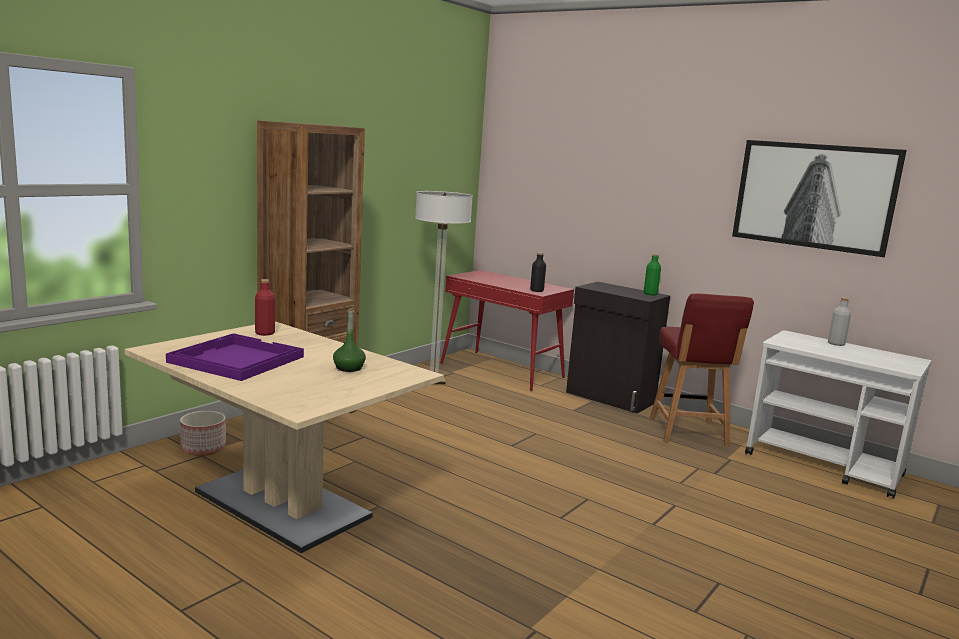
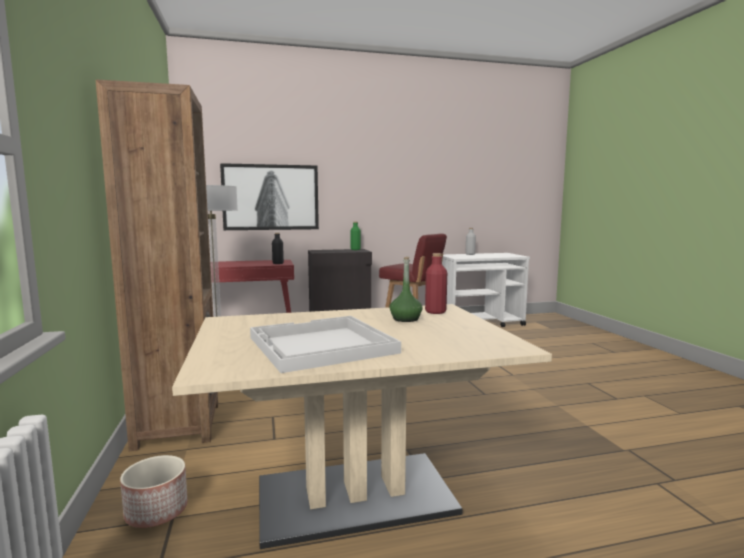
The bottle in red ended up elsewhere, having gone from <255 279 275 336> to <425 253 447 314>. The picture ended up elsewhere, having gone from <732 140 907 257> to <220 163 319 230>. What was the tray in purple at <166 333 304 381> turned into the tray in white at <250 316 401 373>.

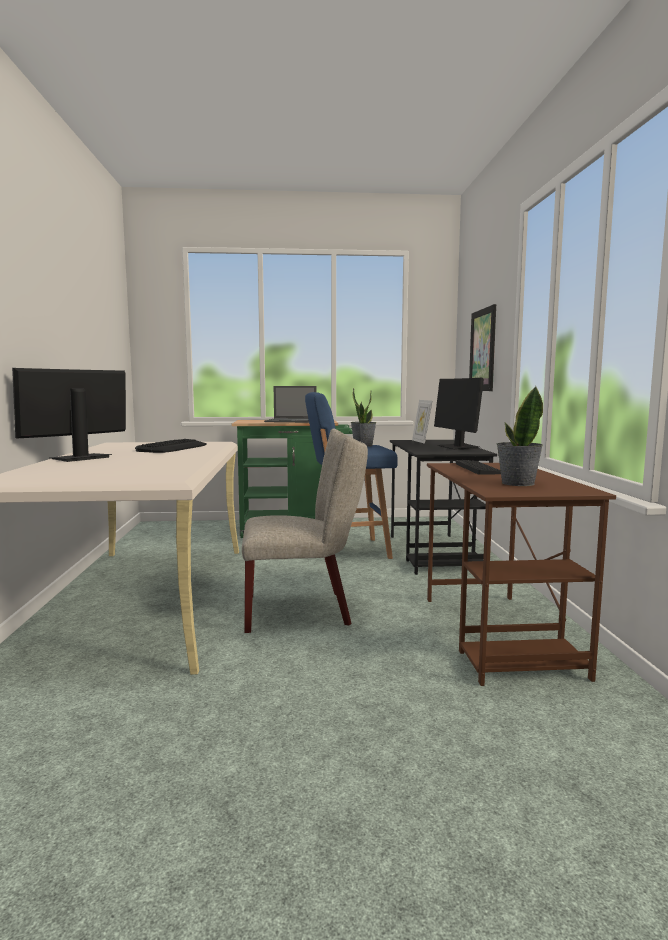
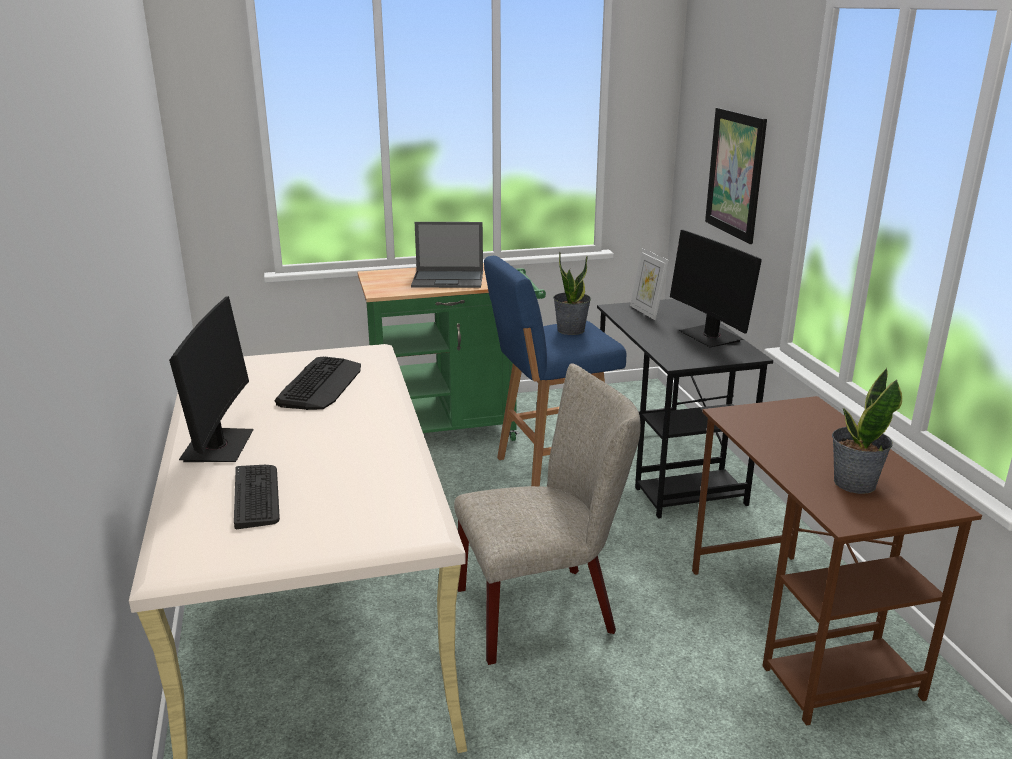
The keyboard ended up elsewhere, having gone from <456 460 501 475> to <234 465 280 529>. The monitor at <12 368 126 462> ended up facing another way, 150 degrees clockwise from before.

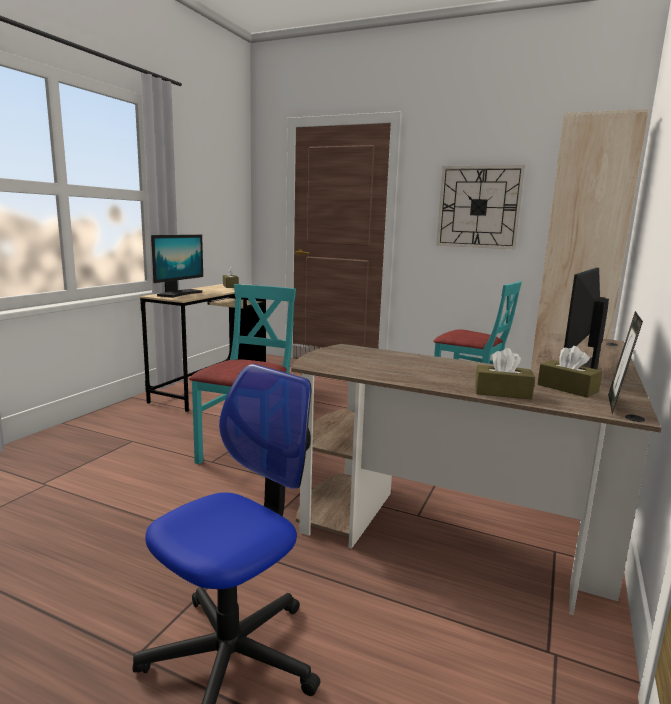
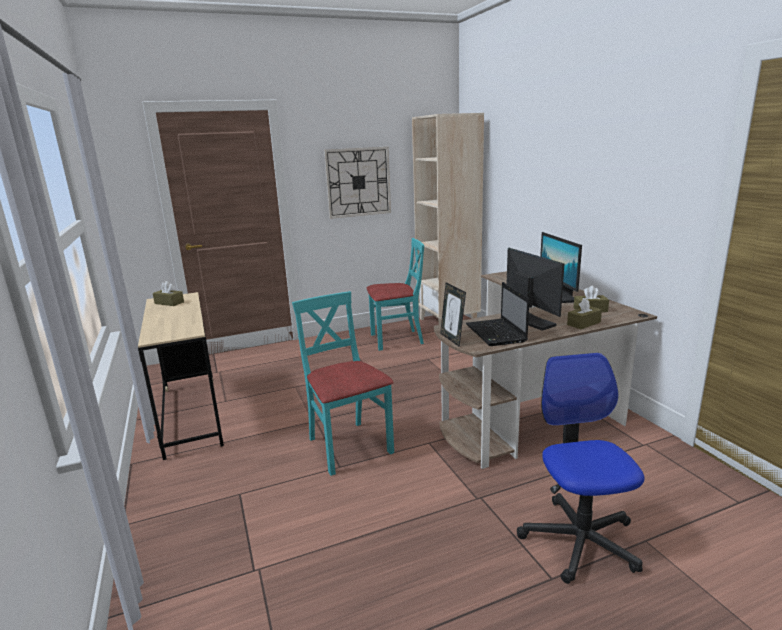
The second view gained the laptop at <466 282 529 346>. The monitor ended up elsewhere, having gone from <151 235 203 298> to <507 248 565 331>. The picture frame ended up elsewhere, having gone from <608 311 643 414> to <440 283 466 347>.

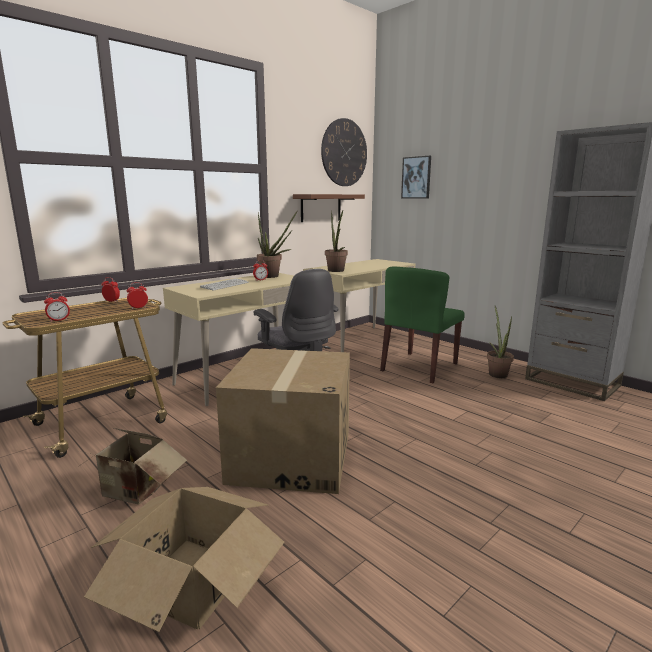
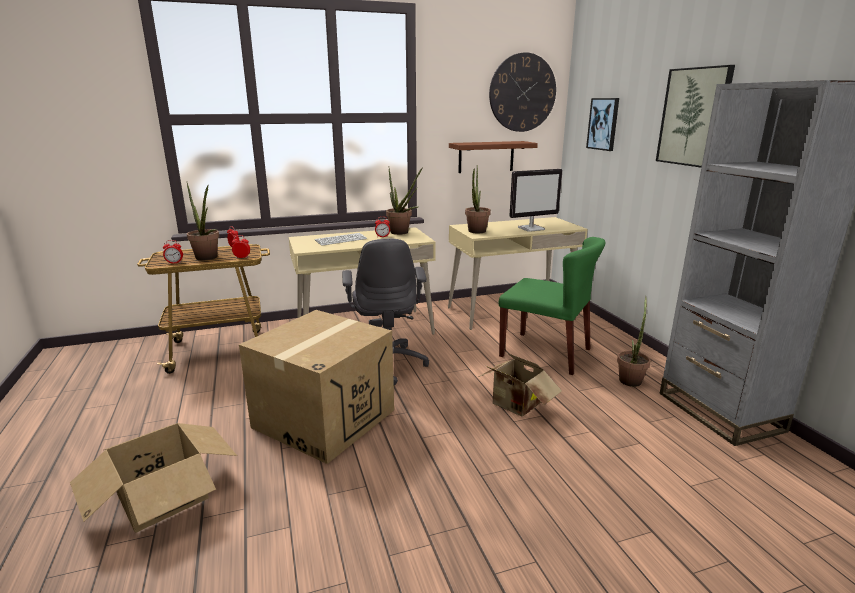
The second view gained the potted plant at <187 183 219 260>. The second view gained the monitor at <509 169 563 232>. The second view gained the picture at <656 65 735 168>. The cardboard box ended up elsewhere, having gone from <78 428 187 505> to <479 353 562 417>. The chair in green at <380 267 465 383> ended up facing another way, 120 degrees counterclockwise from before.

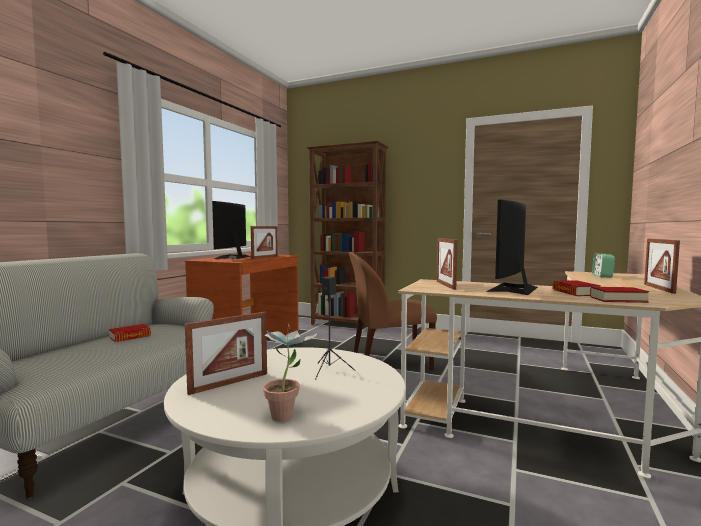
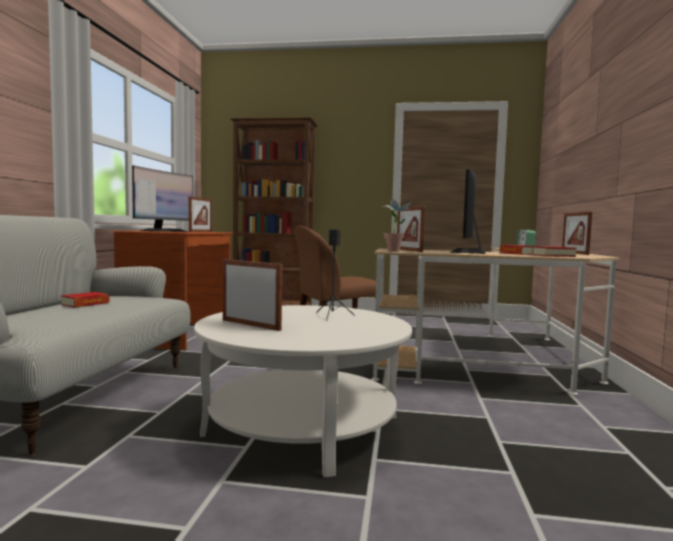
The potted plant ended up elsewhere, having gone from <263 323 317 422> to <382 199 412 252>. The picture frame at <185 312 267 395> ended up facing another way, 90 degrees counterclockwise from before. The monitor at <212 201 251 259> ended up facing another way, 150 degrees counterclockwise from before.

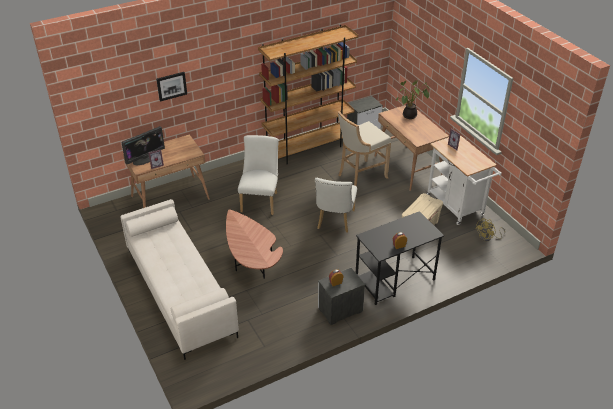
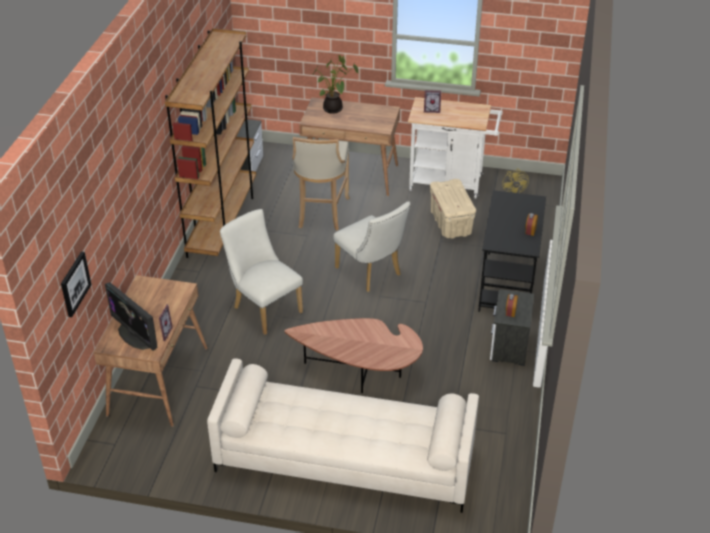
The picture ended up elsewhere, having gone from <156 72 187 102> to <61 251 91 317>. The monitor at <121 126 165 166> ended up facing another way, 135 degrees clockwise from before.

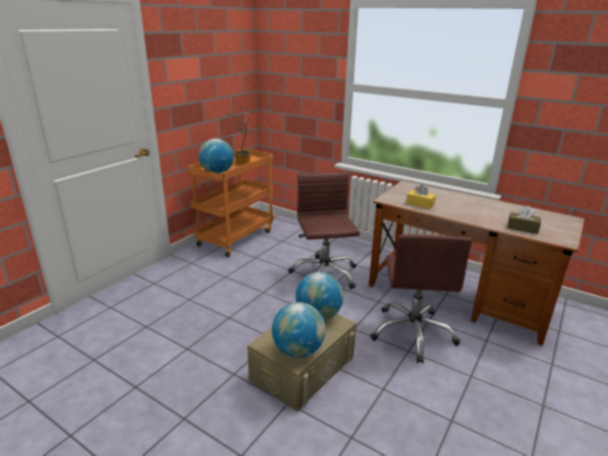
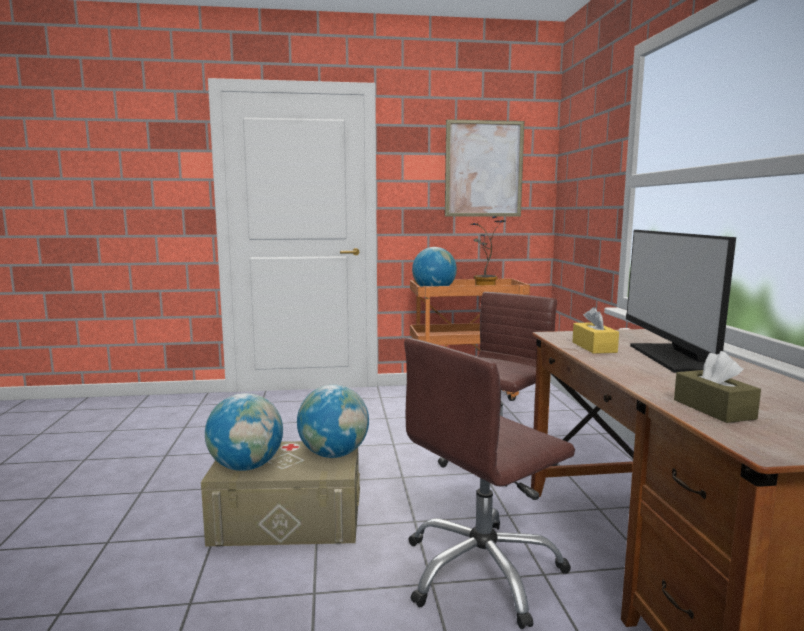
The second view gained the picture at <445 119 524 217>. The second view gained the monitor at <626 230 741 373>.

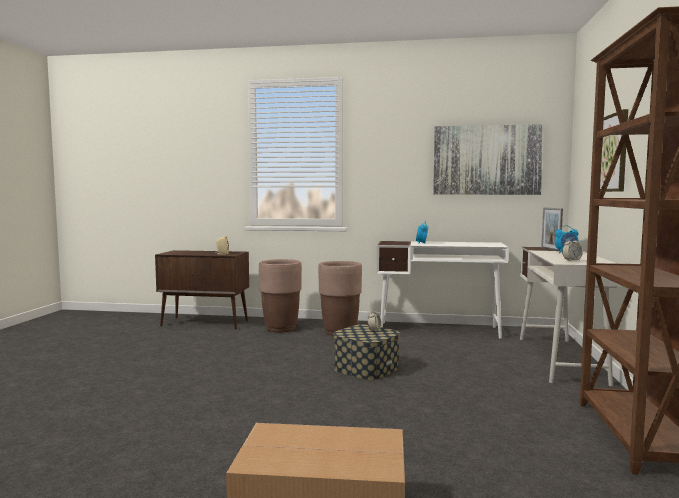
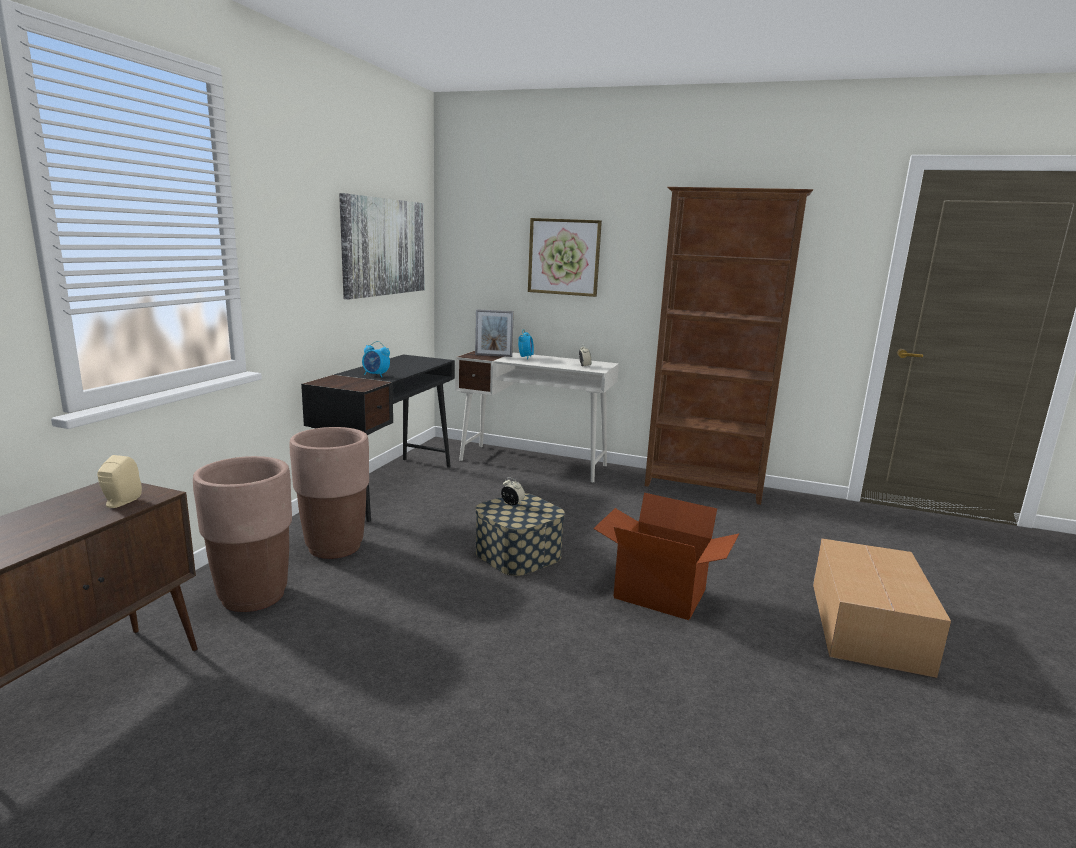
The second view gained the cardboard box at <593 493 739 620>. What was the desk in white at <376 241 509 339> turned into the desk in black at <301 355 455 522>.

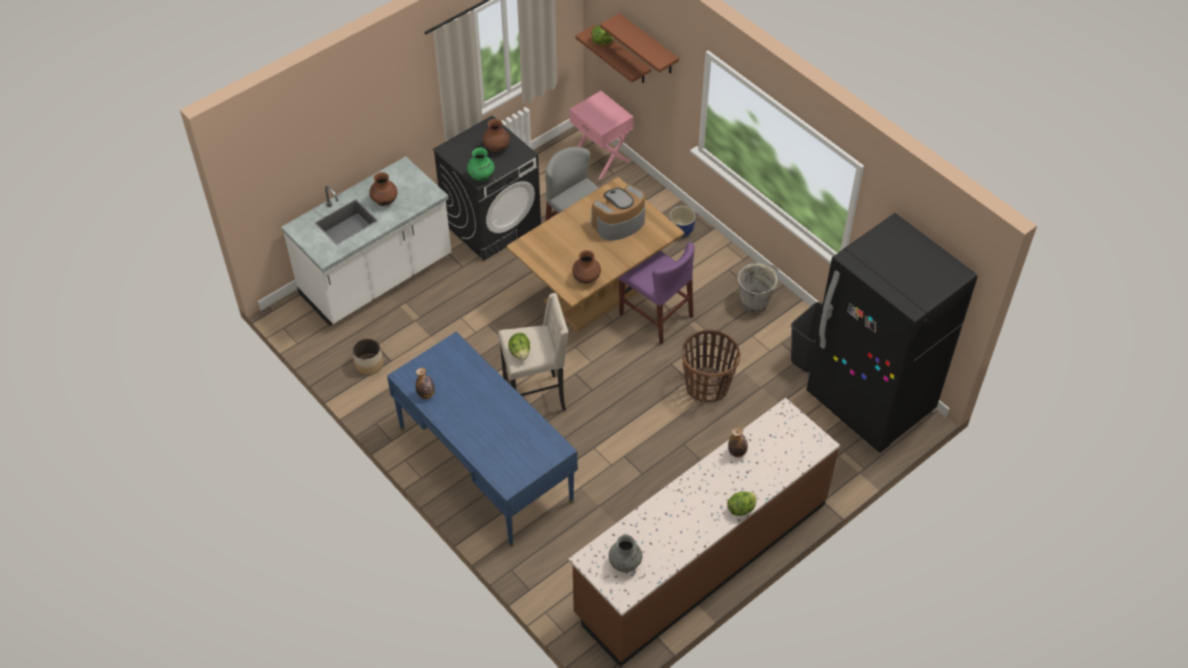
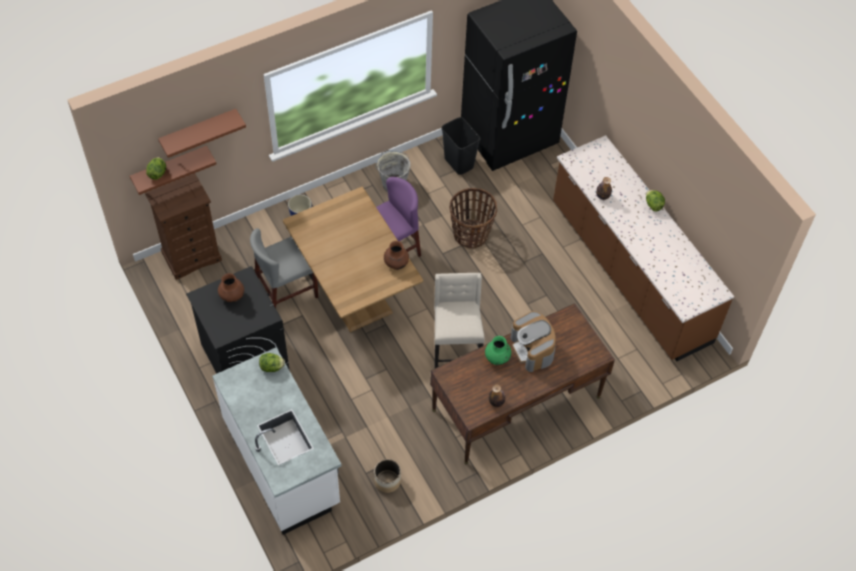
The second view lost the vase in brown at <369 172 397 206>. The second view lost the vase in grey at <609 535 642 572>. The vase in green ended up elsewhere, having gone from <467 148 495 181> to <485 336 511 365>. The lettuce ended up elsewhere, having gone from <508 333 530 360> to <259 353 285 372>. The coffee machine ended up elsewhere, having gone from <591 185 645 241> to <511 311 556 372>. Where the nightstand in pink stood at <569 91 633 180>, the dresser in brown came to stand at <145 173 222 280>. What was the desk in blue at <387 332 578 547> turned into the desk in brown at <430 303 615 464>.

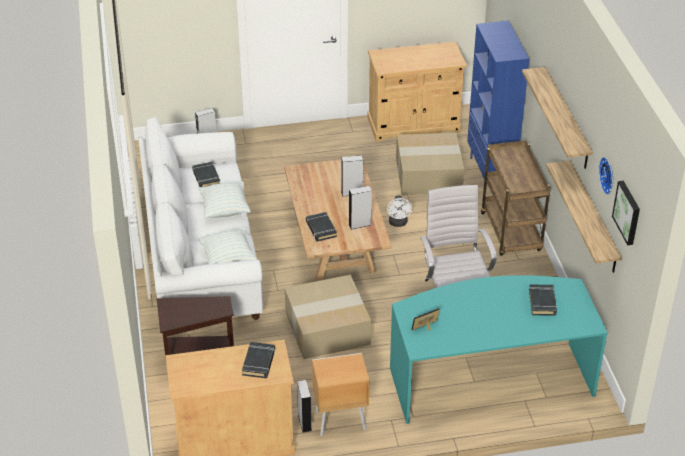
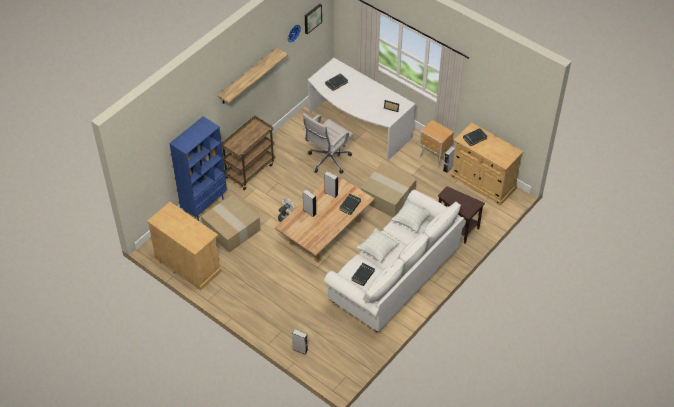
The second view lost the shelf at <546 160 622 273>. What was the desk in turquoise at <390 275 607 424> turned into the desk in white at <308 58 415 160>.

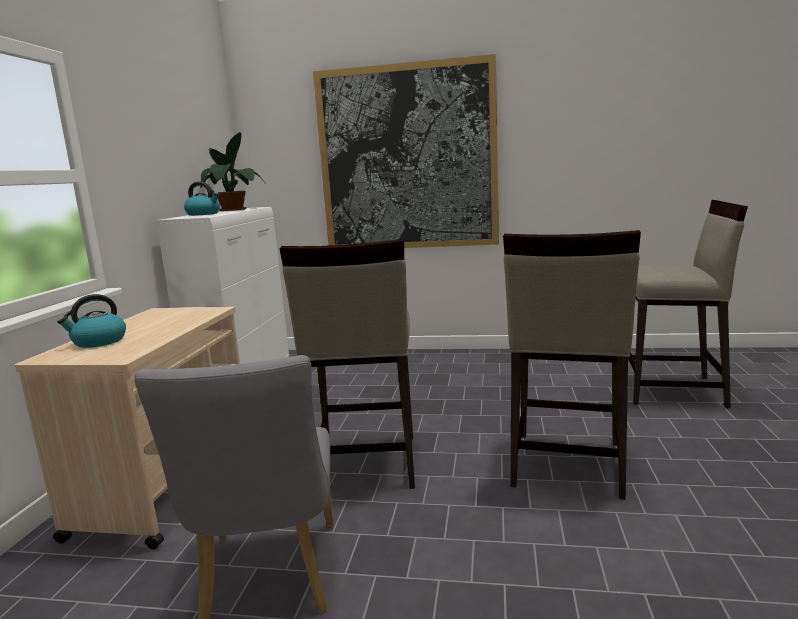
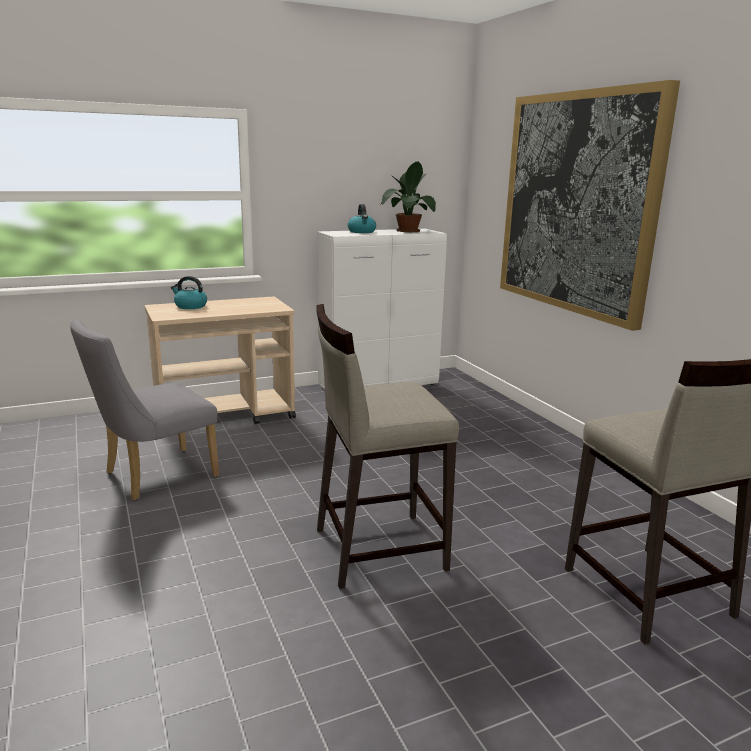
The second view lost the stool in beige at <280 239 415 489>.

